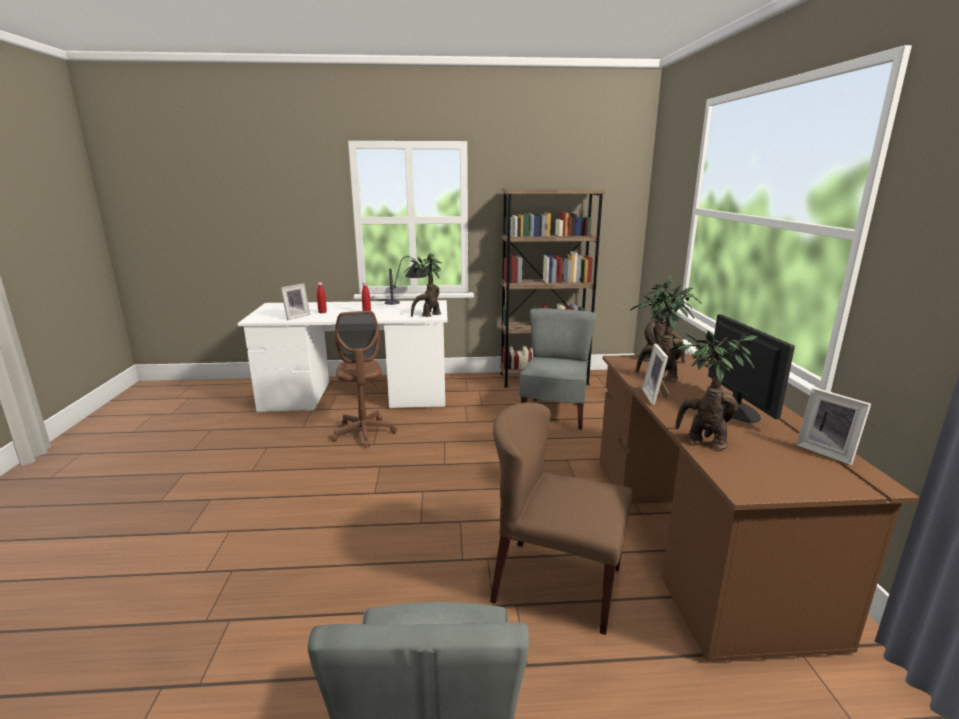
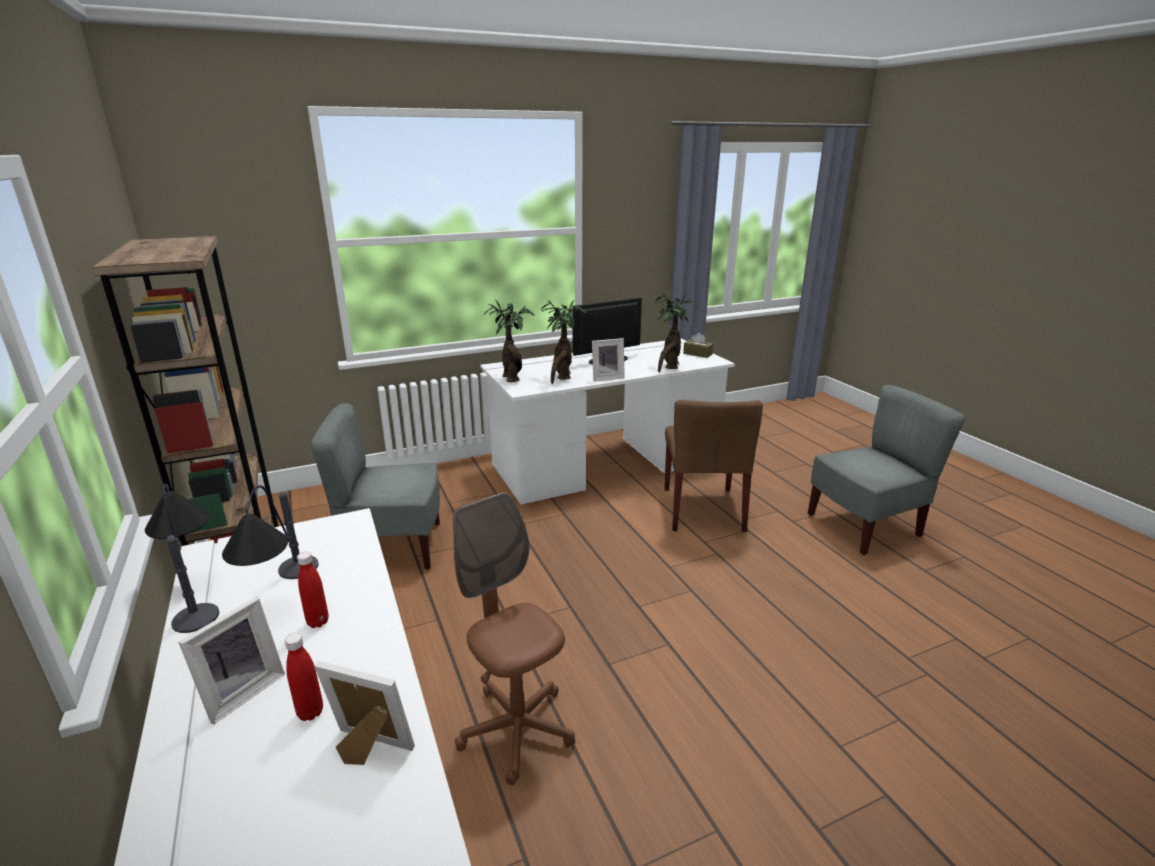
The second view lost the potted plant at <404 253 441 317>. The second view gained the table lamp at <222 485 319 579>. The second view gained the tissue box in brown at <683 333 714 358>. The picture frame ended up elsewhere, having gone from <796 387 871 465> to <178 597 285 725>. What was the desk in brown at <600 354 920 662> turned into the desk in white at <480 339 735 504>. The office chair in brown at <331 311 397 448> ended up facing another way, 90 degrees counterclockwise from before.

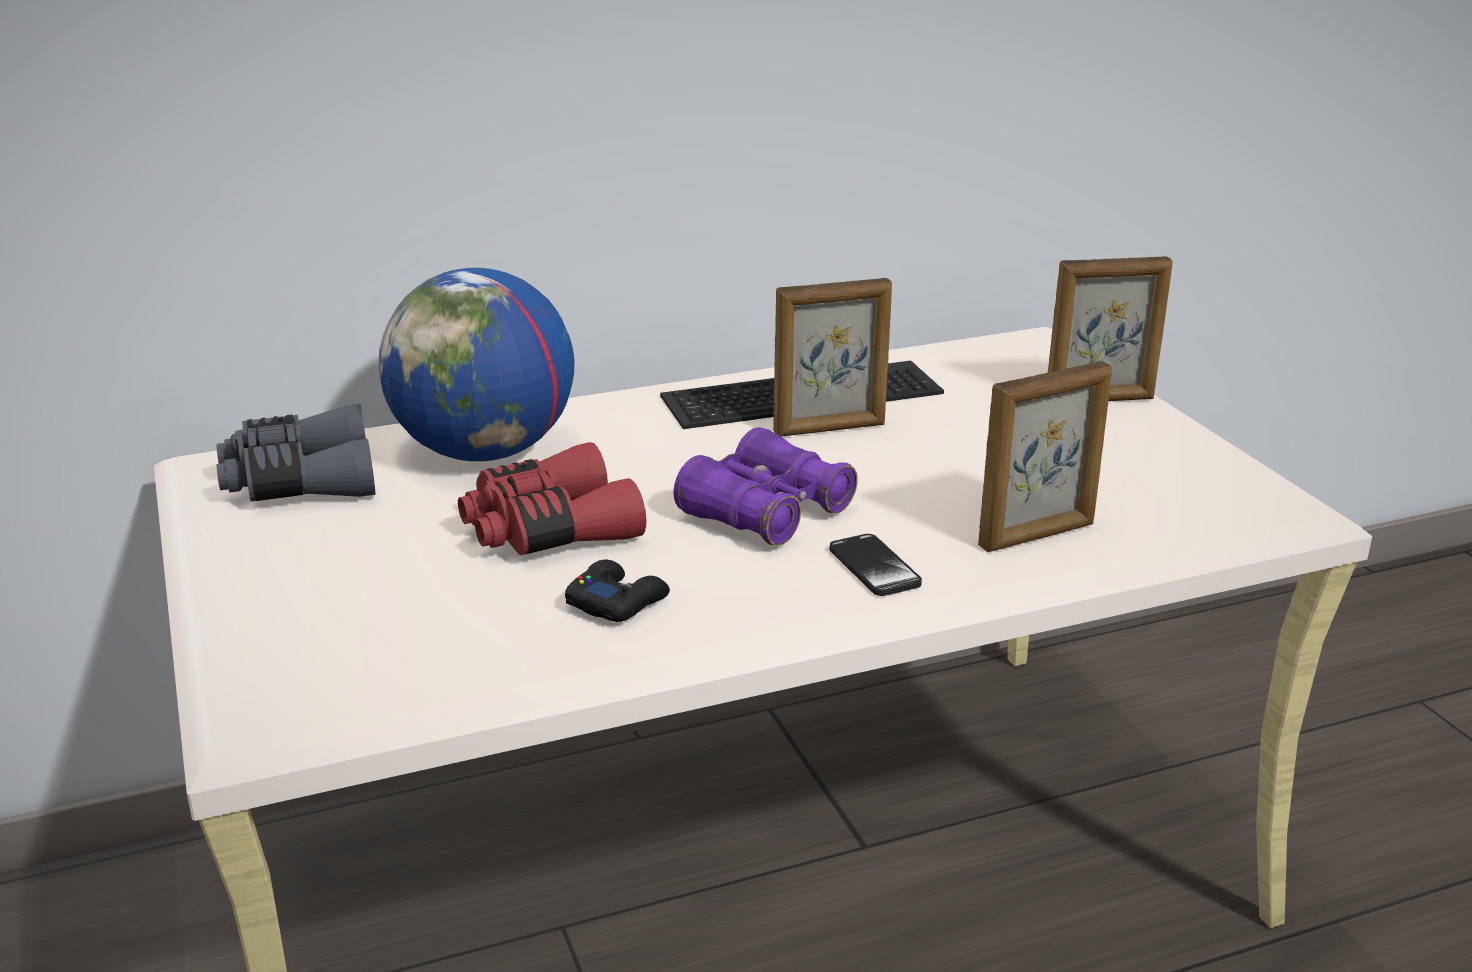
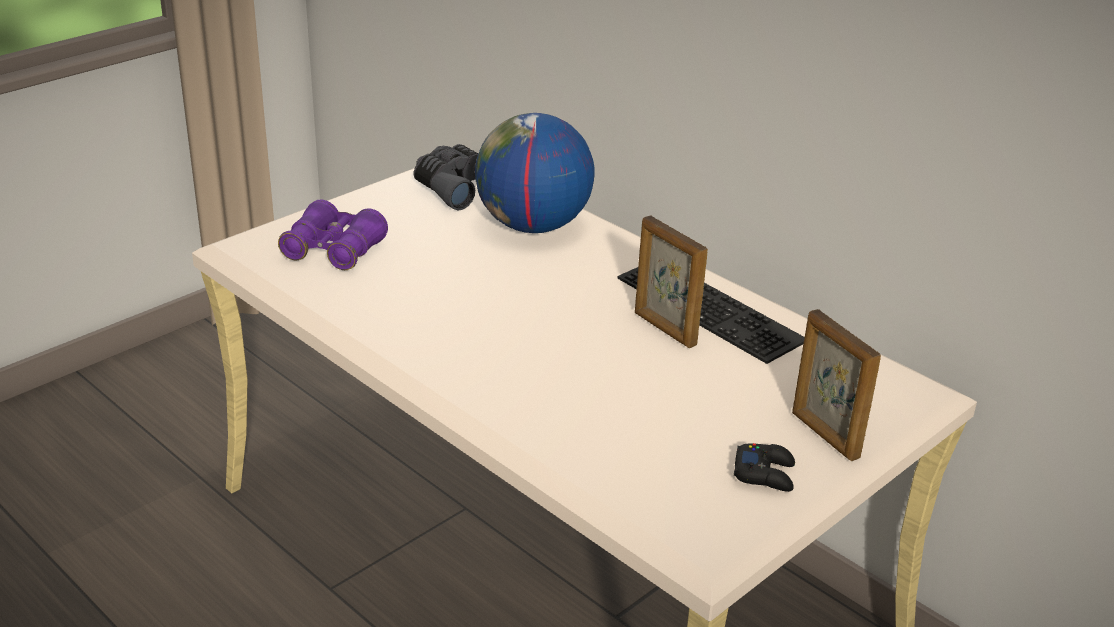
The second view lost the binoculars in red at <458 442 646 555>. The second view lost the phone at <830 534 922 596>. The second view lost the picture frame at <978 361 1112 552>. The game controller in black ended up elsewhere, having gone from <565 559 670 622> to <734 443 795 492>. The binoculars in purple ended up elsewhere, having gone from <674 427 858 546> to <278 199 388 270>.

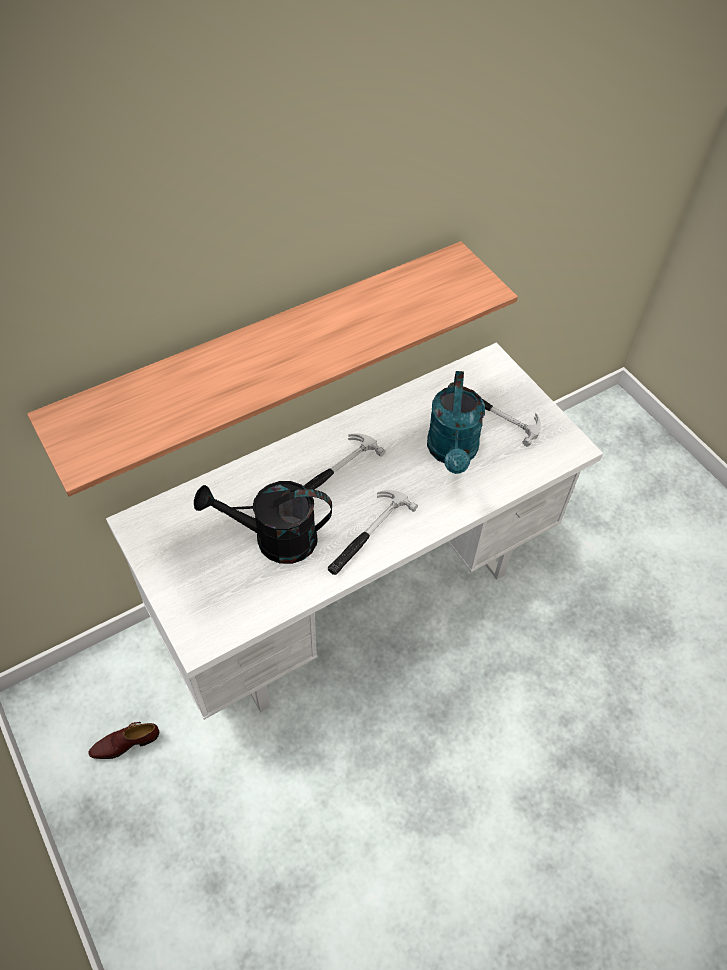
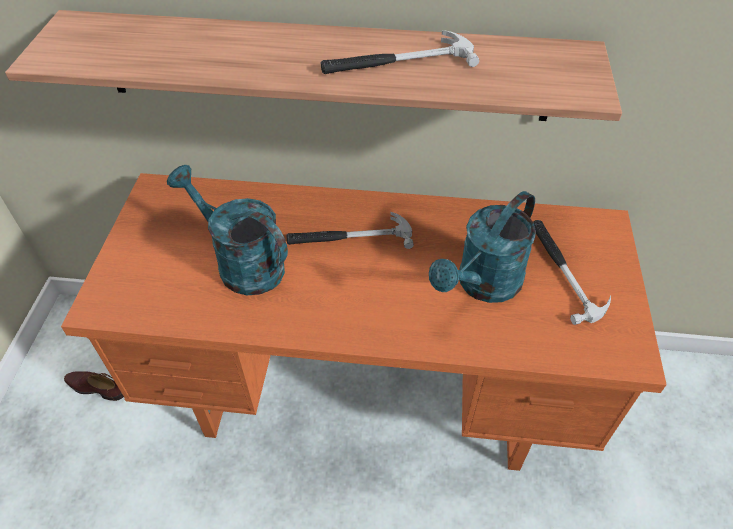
The hammer ended up elsewhere, having gone from <328 490 418 575> to <321 30 479 74>. What was the desk in white at <106 343 603 720> turned into the desk in orange at <61 173 667 471>. What was the watering can in black at <194 481 332 564> turned into the watering can in turquoise at <167 165 288 295>.

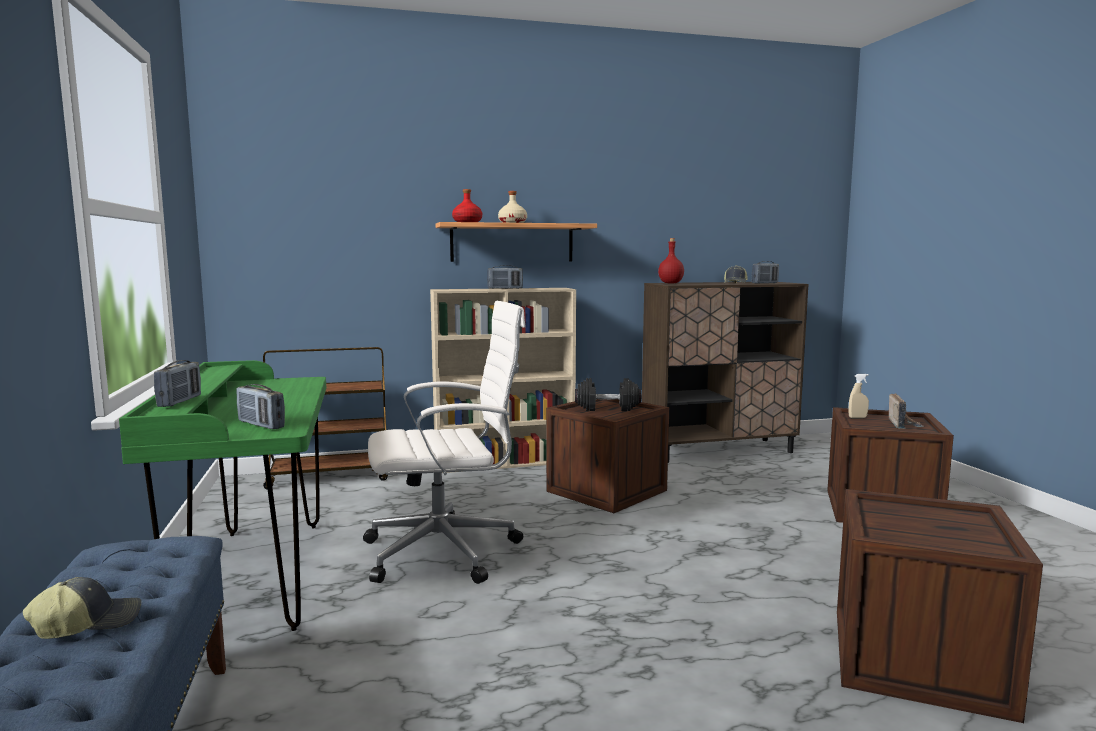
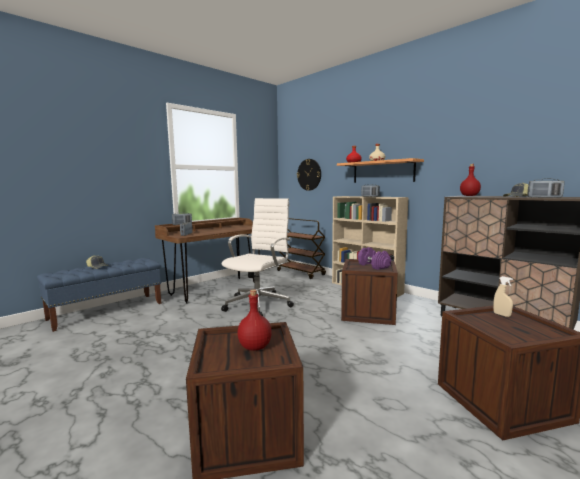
The second view lost the radio at <889 393 924 429>. The second view gained the bottle in red at <237 290 272 350>. The second view gained the wall clock at <297 159 321 191>. What was the desk in green at <119 360 326 631> turned into the desk in brown at <155 218 260 304>. What was the dumbbell in black at <575 378 641 411> turned into the dumbbell in purple at <358 247 391 270>. The office chair in white at <363 300 526 584> ended up facing another way, 105 degrees counterclockwise from before.

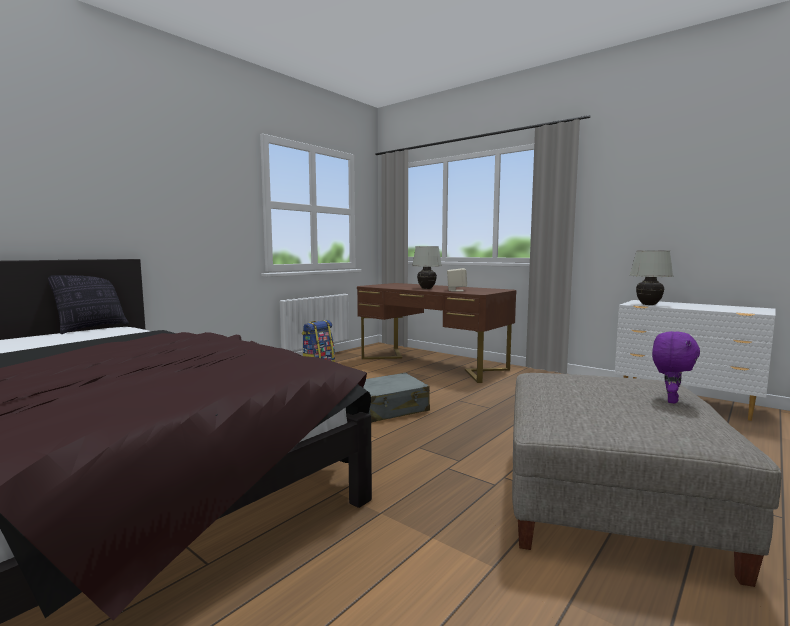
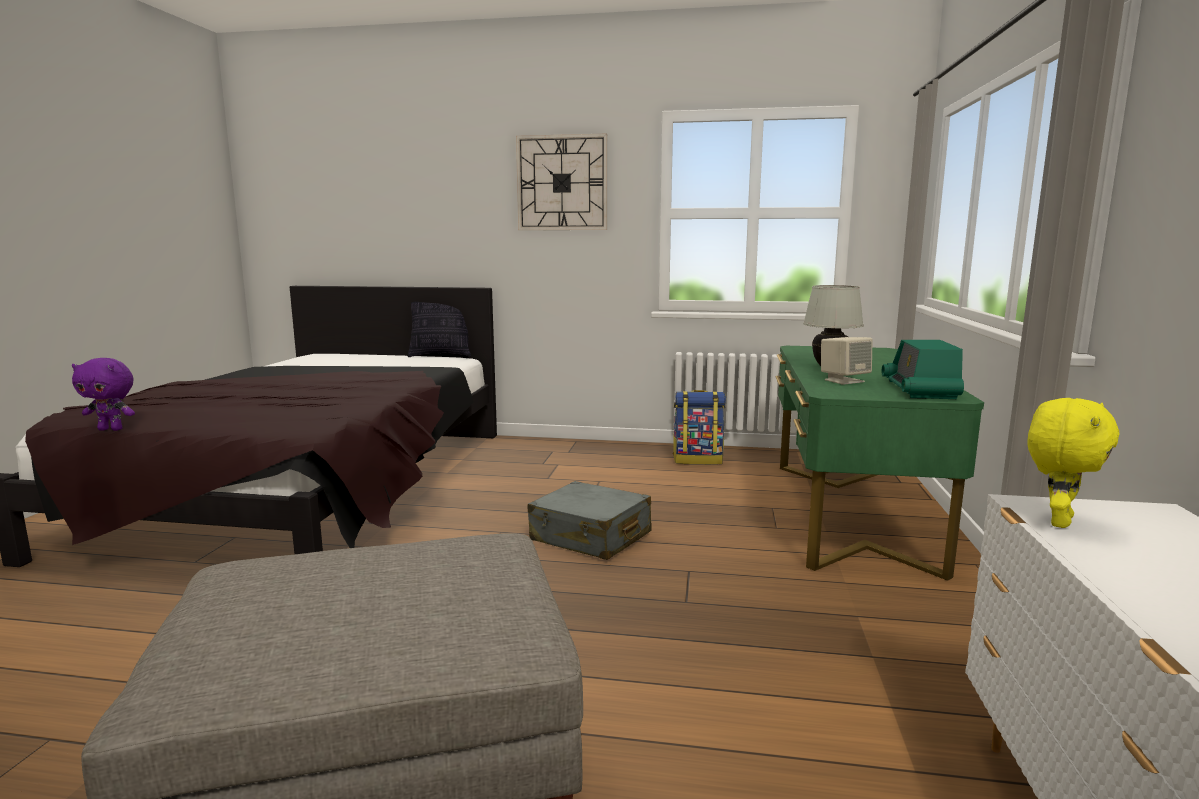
The second view gained the wall clock at <516 134 607 230>. The second view gained the radio at <881 340 964 399>. The plush toy in purple ended up elsewhere, having gone from <652 331 700 404> to <72 358 135 431>. Where the table lamp in white stood at <630 251 673 305>, the plush toy in yellow came to stand at <1027 398 1119 528>. What was the desk in brown at <357 283 517 383> turned into the desk in green at <776 346 984 581>.

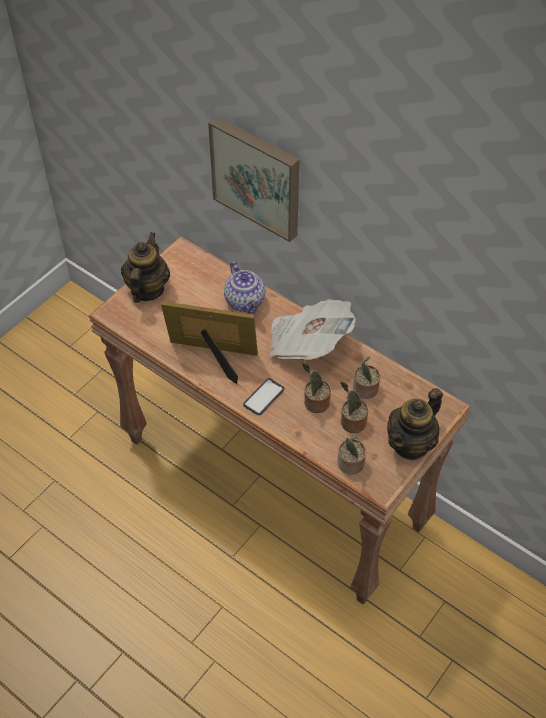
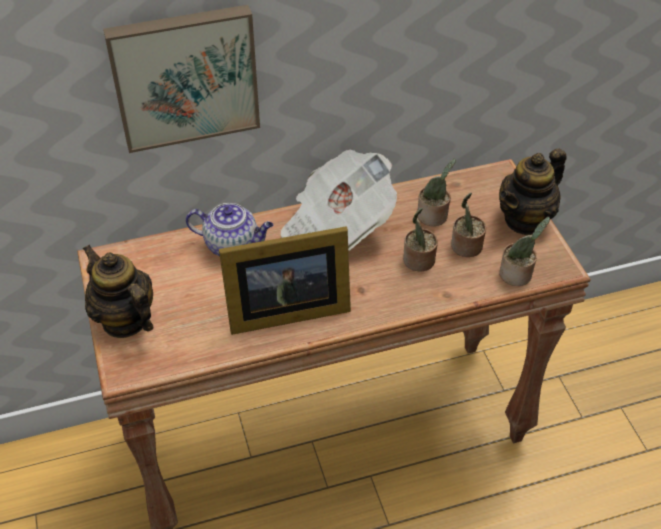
The second view lost the phone at <243 378 284 415>. The picture frame at <161 301 258 384> ended up facing another way, 150 degrees counterclockwise from before. The teapot at <387 388 443 461> ended up facing another way, 60 degrees clockwise from before.

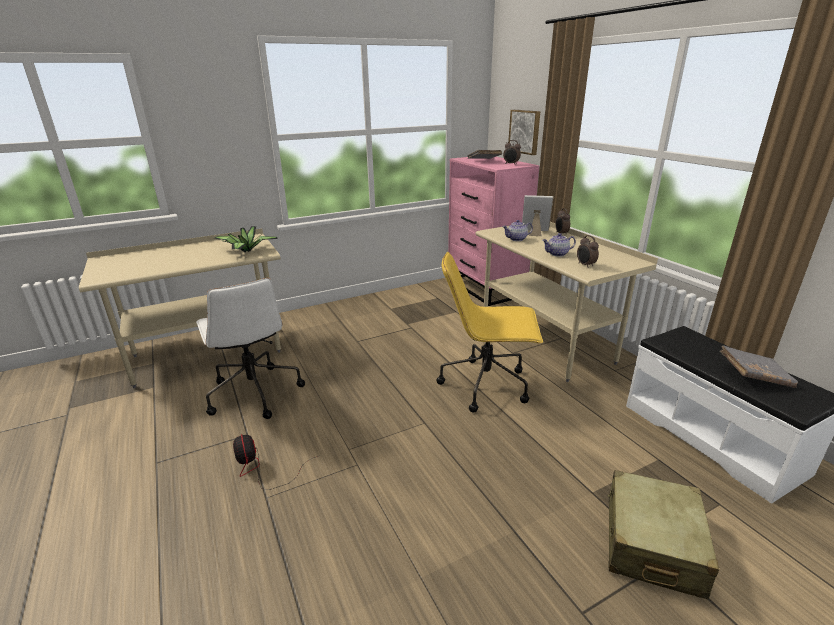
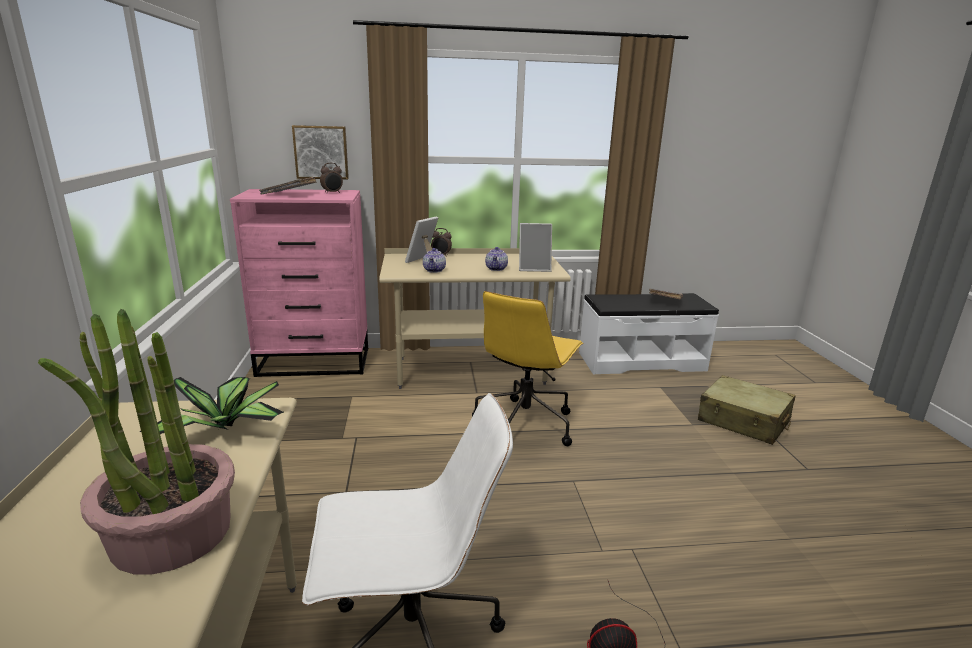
The second view gained the potted plant at <38 309 235 574>. Where the alarm clock stood at <577 235 599 268>, the picture frame came to stand at <519 223 552 272>.

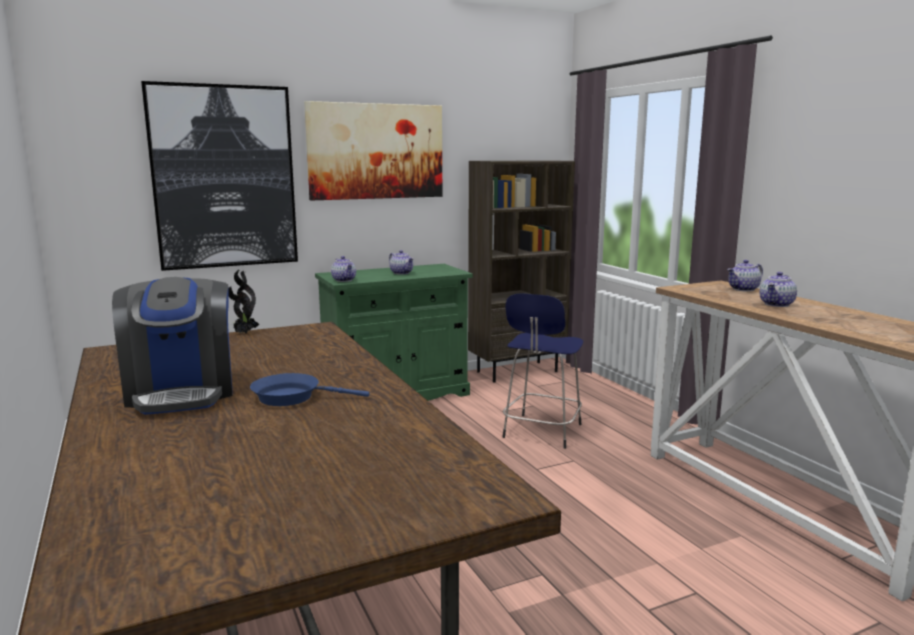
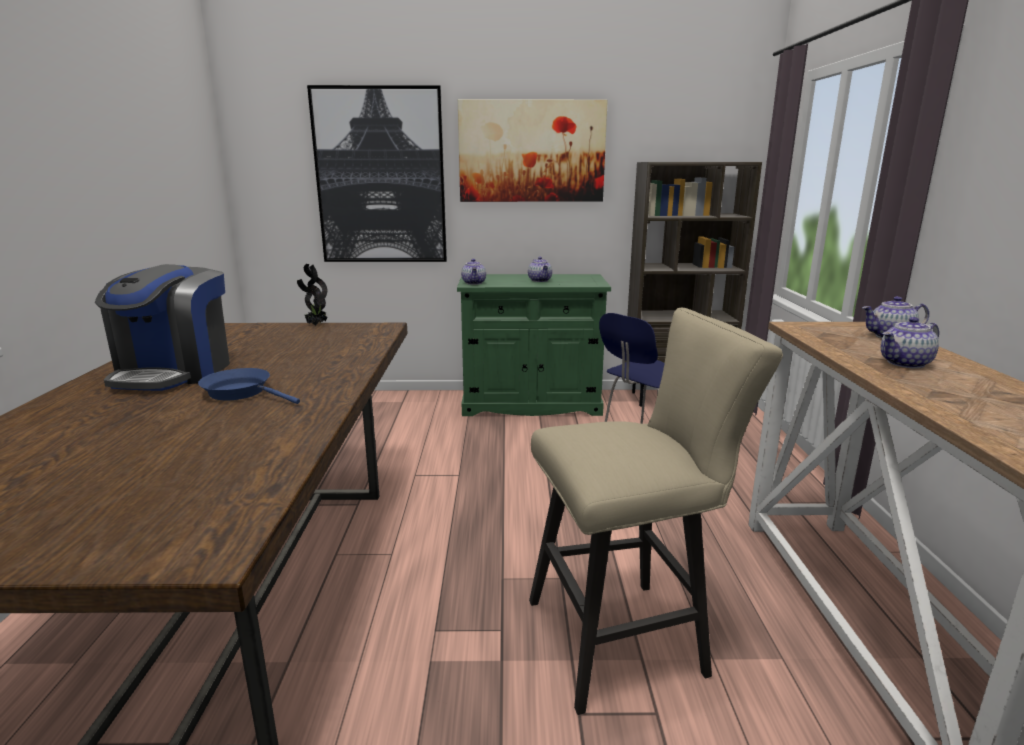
The second view gained the stool in beige at <529 308 783 715>.

